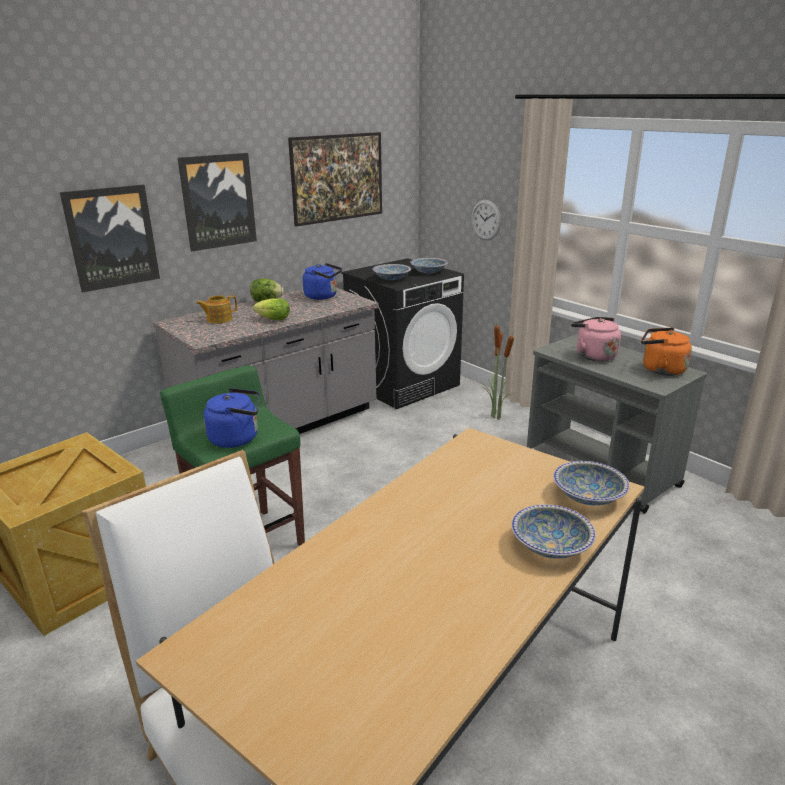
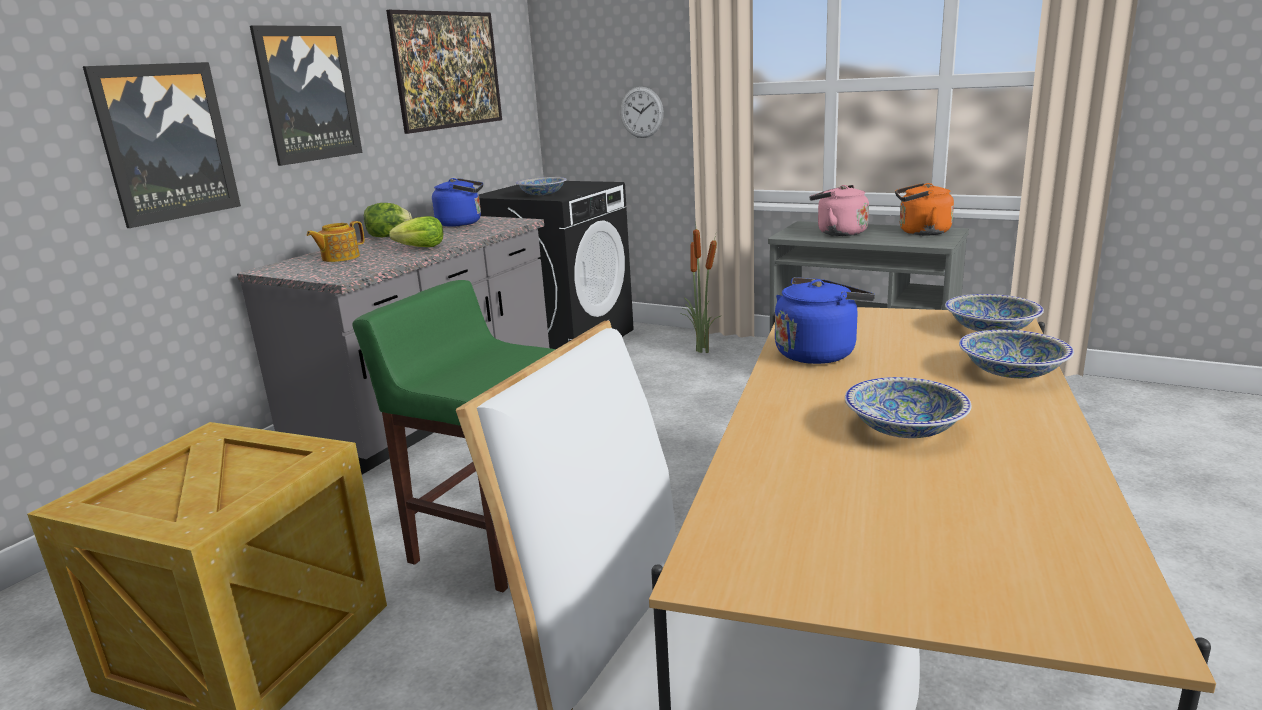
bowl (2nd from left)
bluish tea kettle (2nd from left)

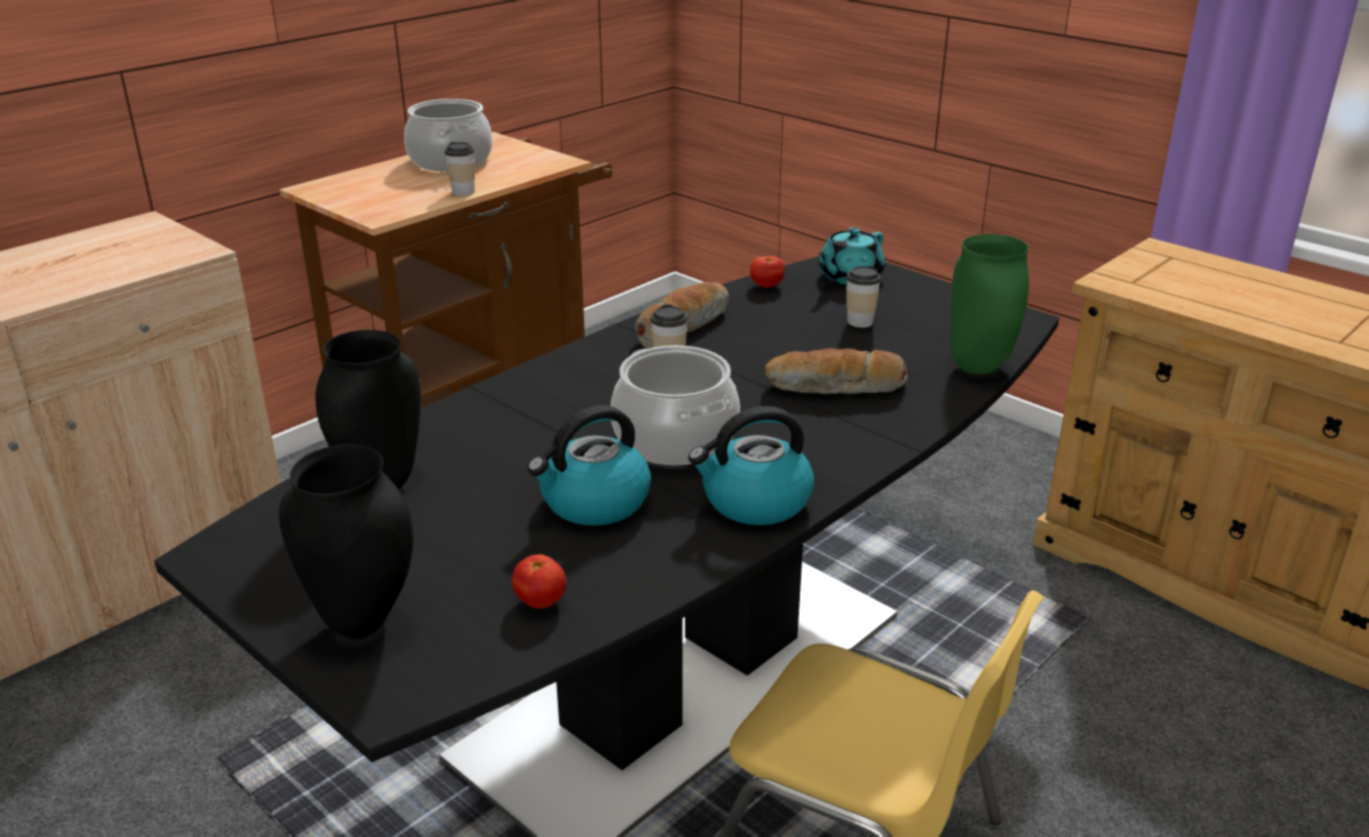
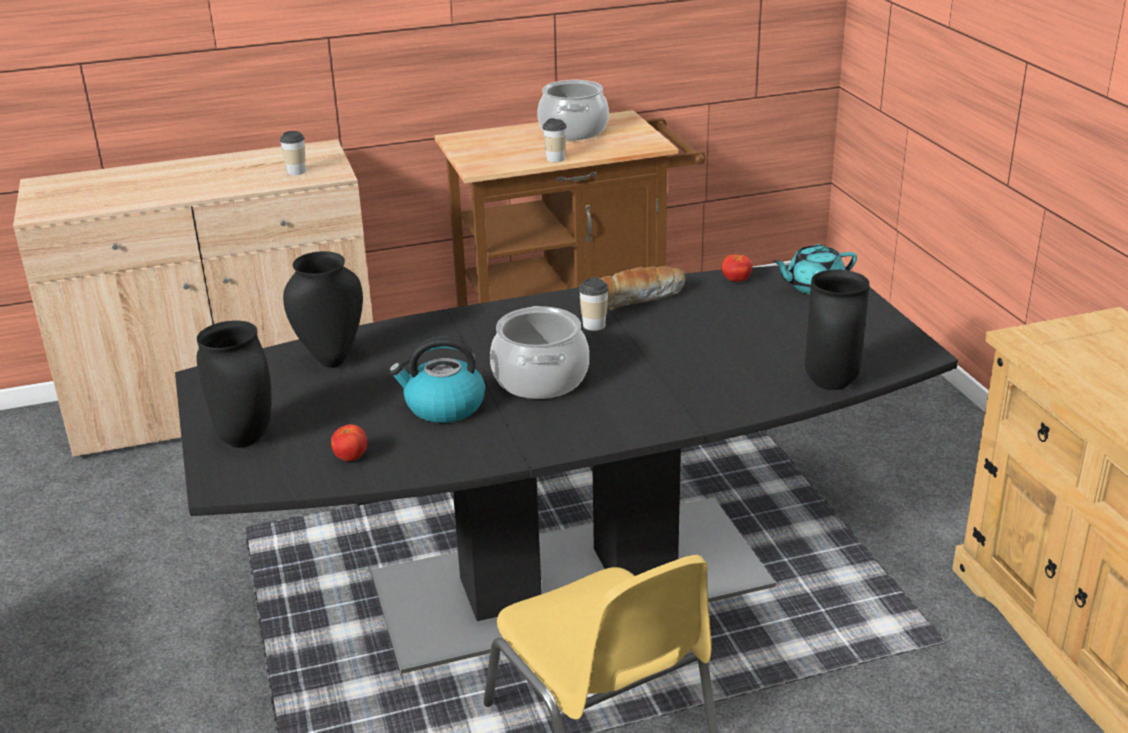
blackish decorative vase (3rd from left)
small cup (1st from left)
bakery bread (2nd from left in the first image)
tea kettle (2nd from left in the first image)

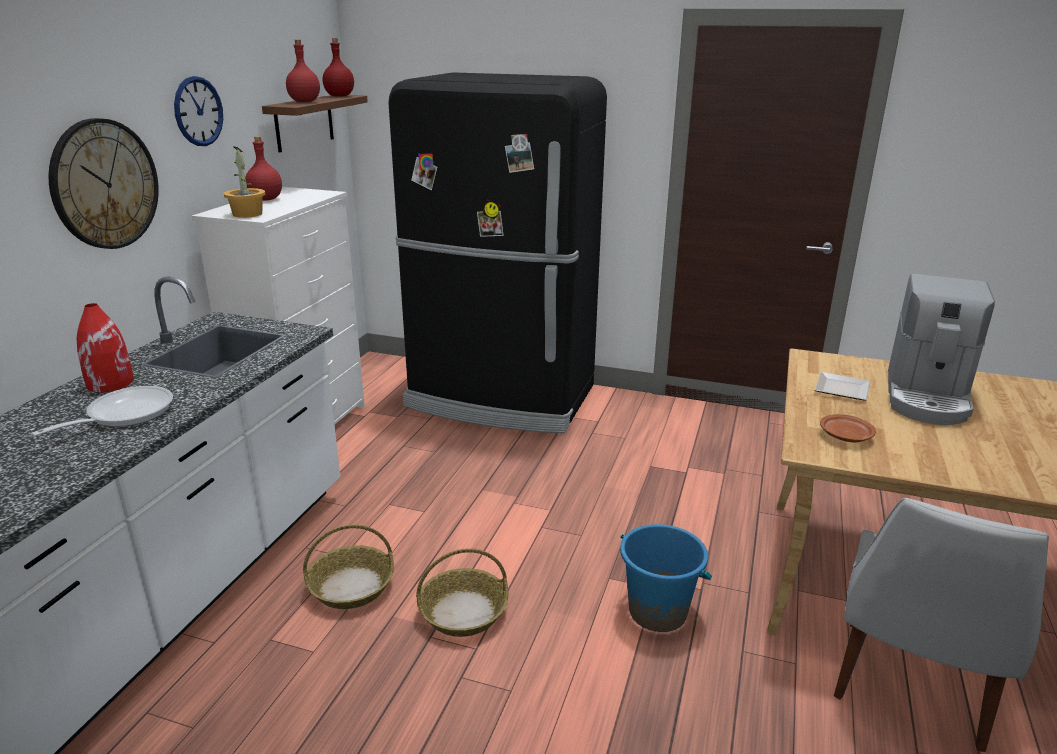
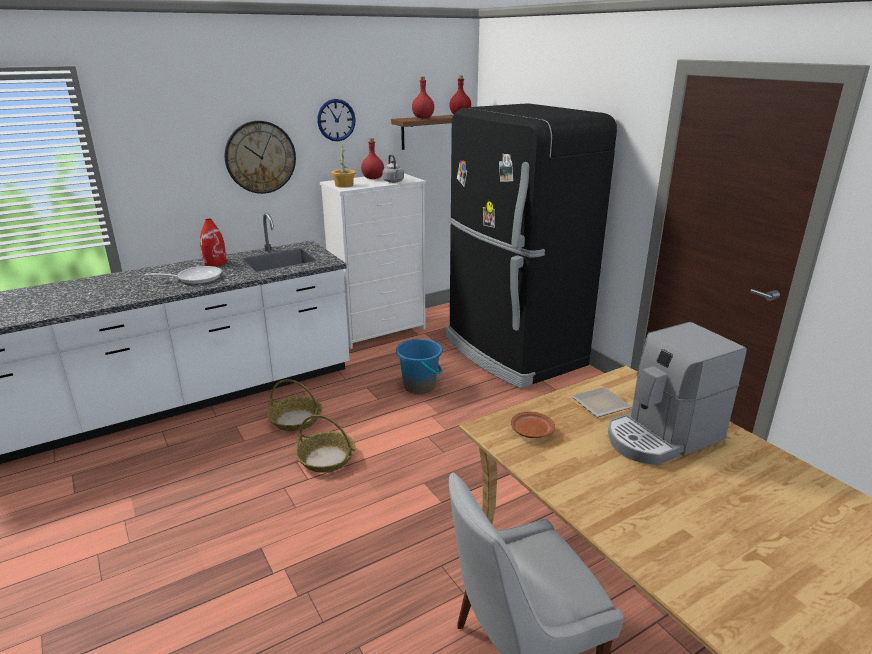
bluish pail
grey tea kettle

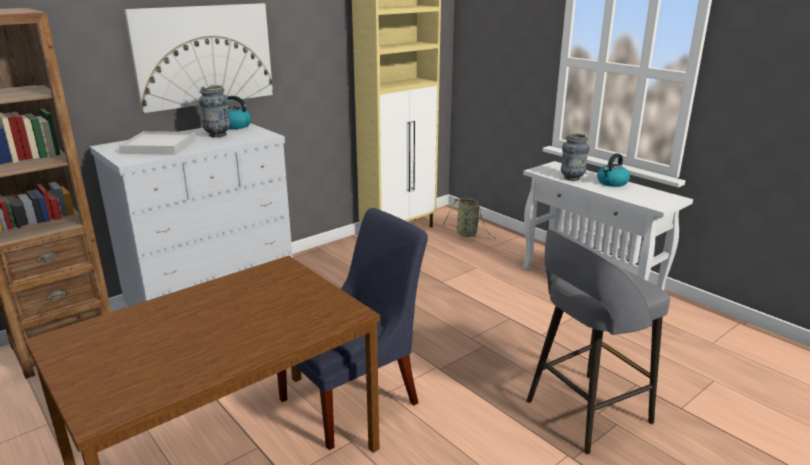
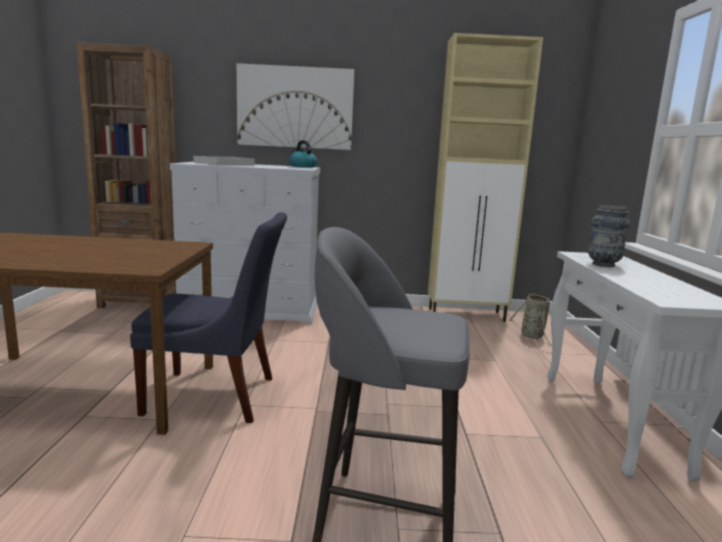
decorative vase (1st from left in the first image)
tea kettle (2nd from left in the first image)

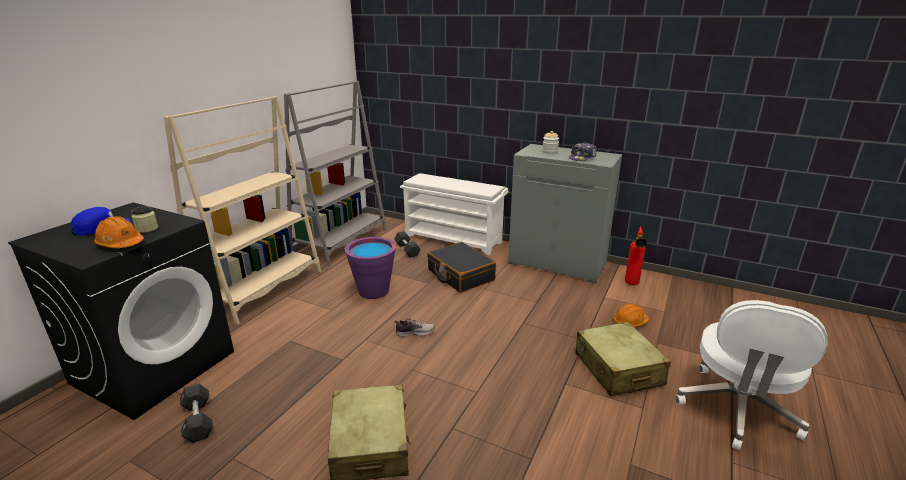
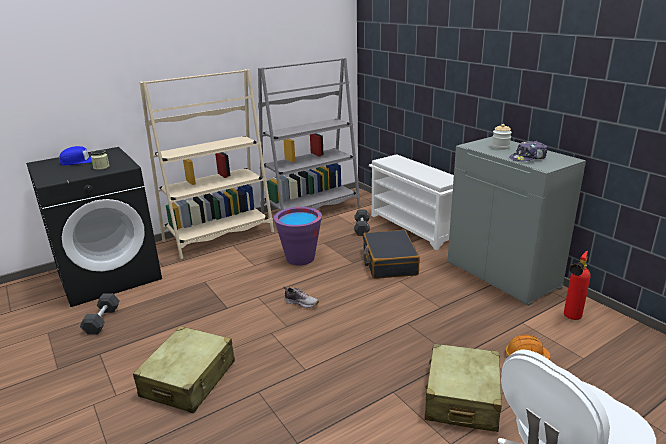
orange work helmet (1st from left in the first image)

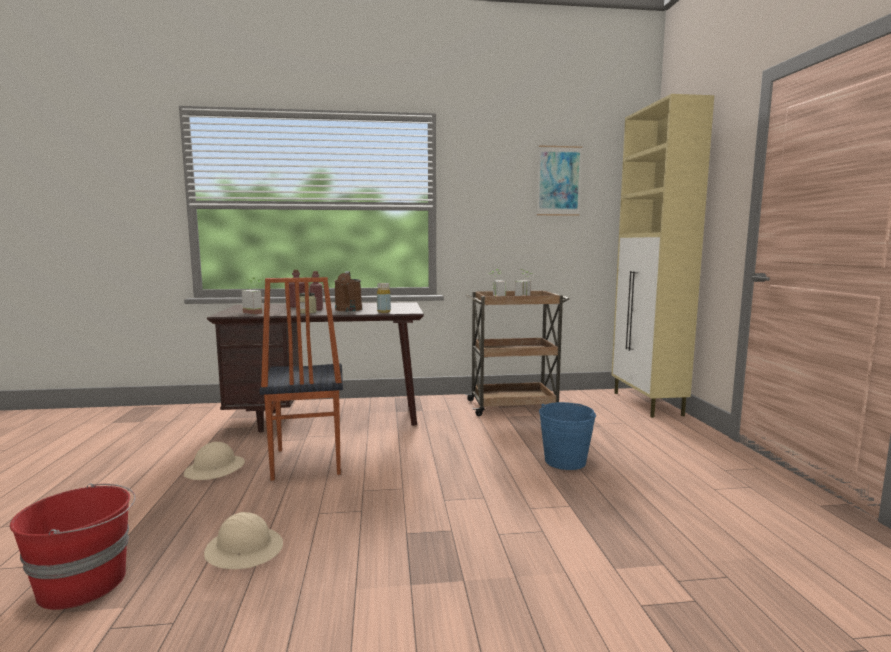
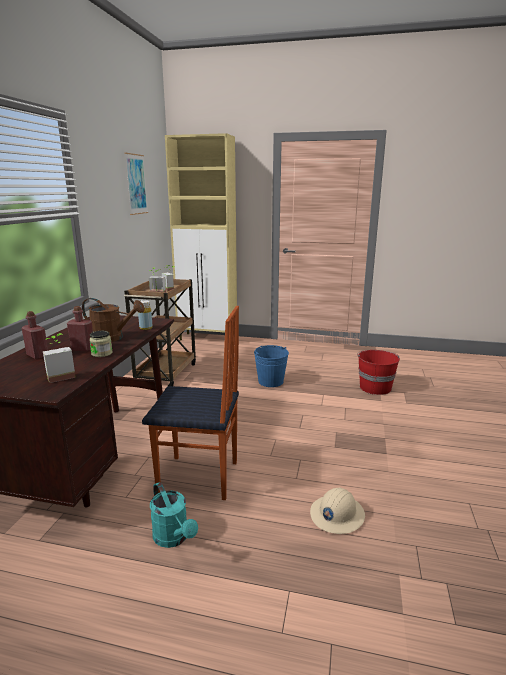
turquoise-coloured watering can
red-coloured pail

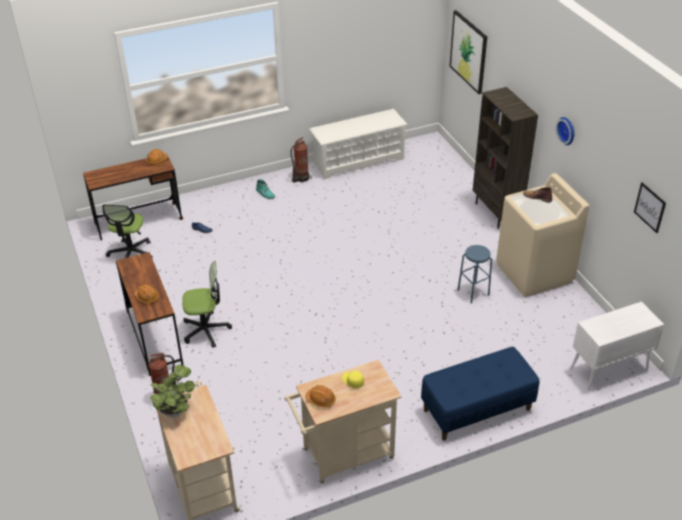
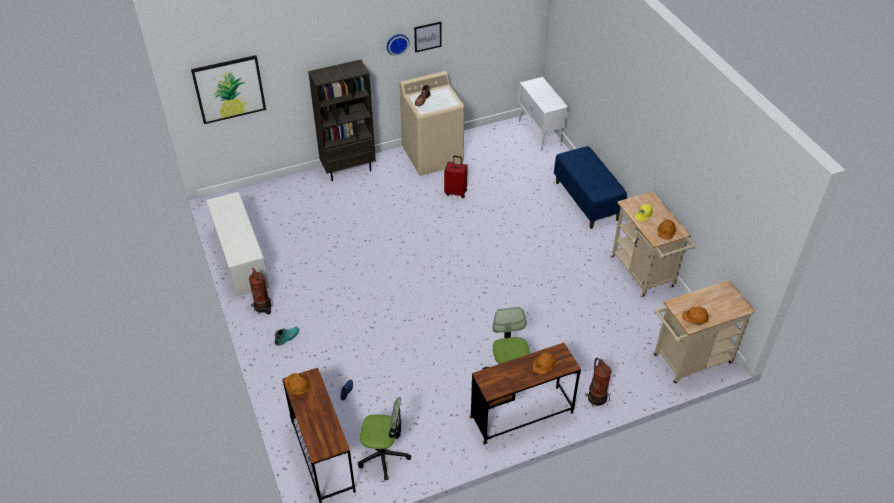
wall art (2nd from left)
red-coloured piece of luggage
orange work helmet (4th from left)

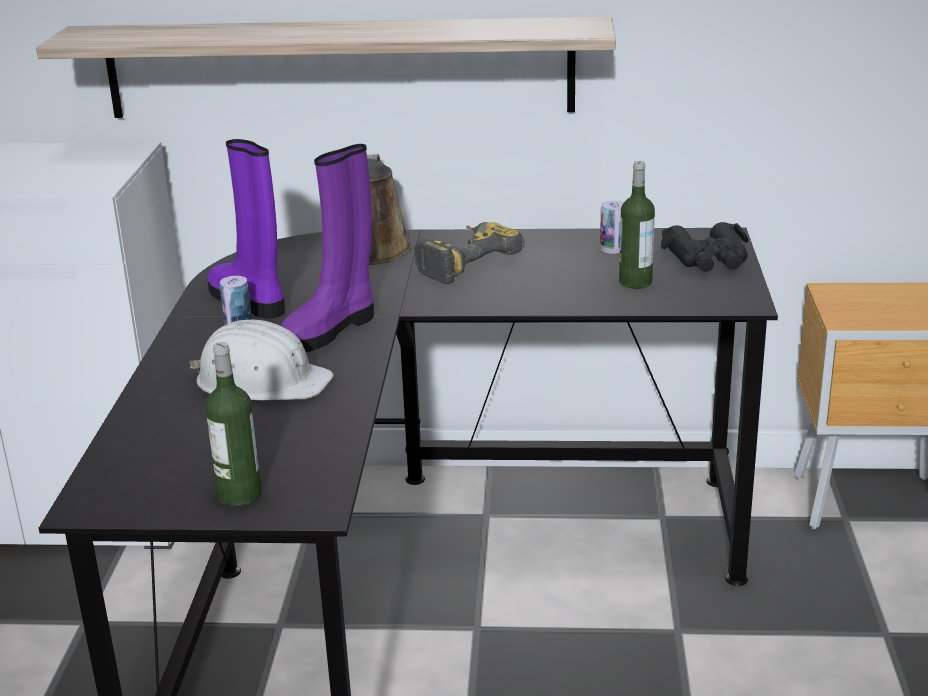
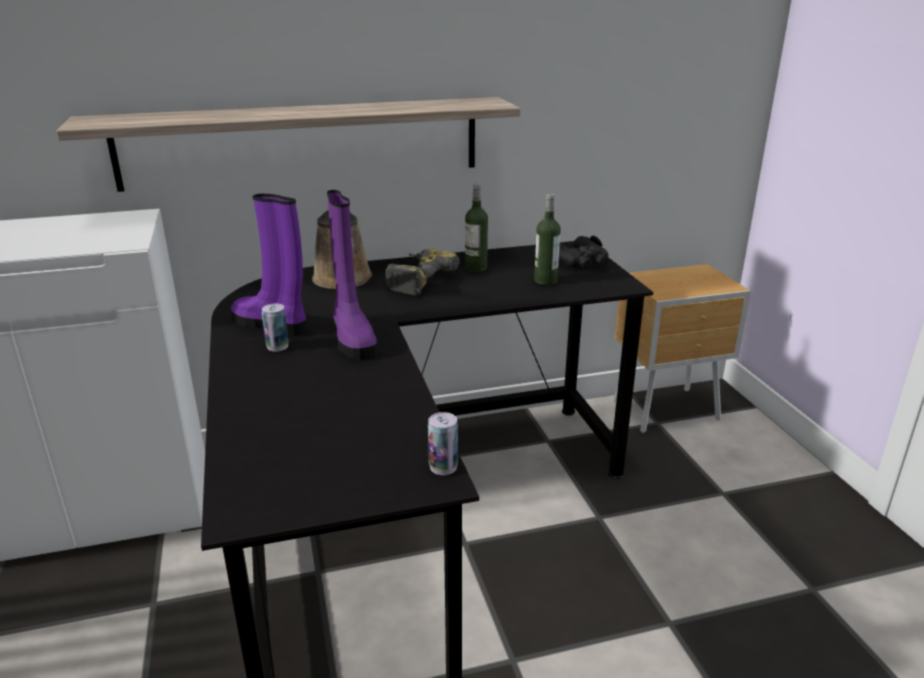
purplish boot (2nd from left)
can (2nd from left)
white-coloured work helmet
drink bottle (1st from left)

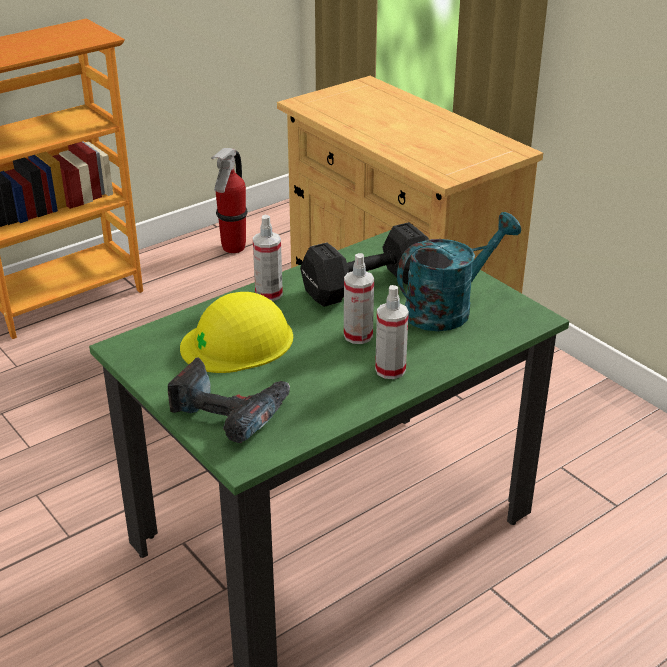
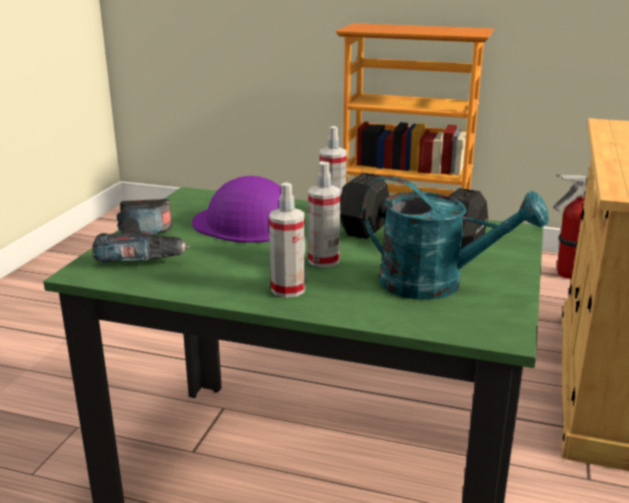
purplish work helmet

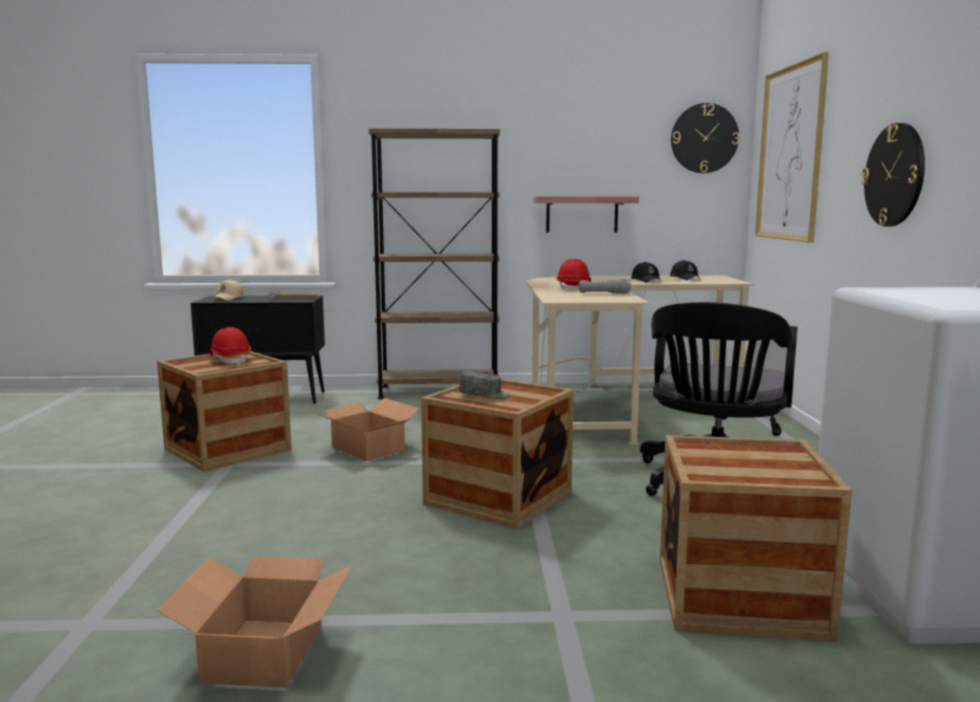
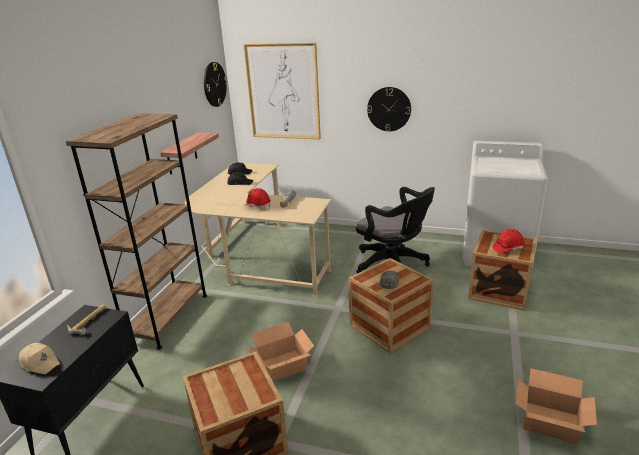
red-coloured work helmet (2nd from left)

